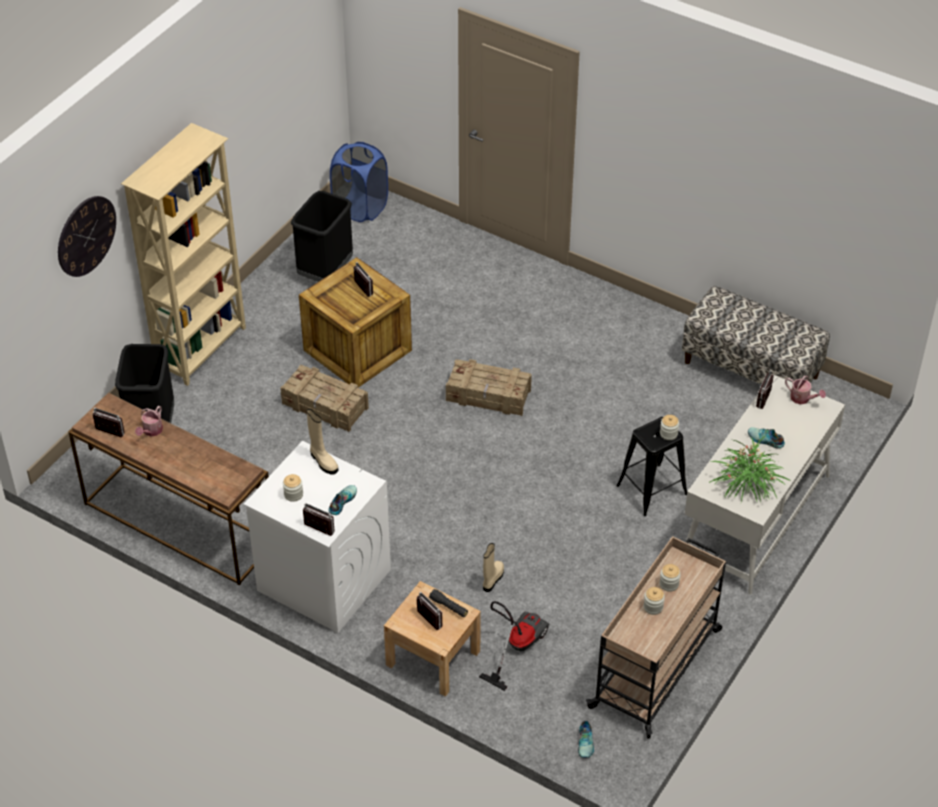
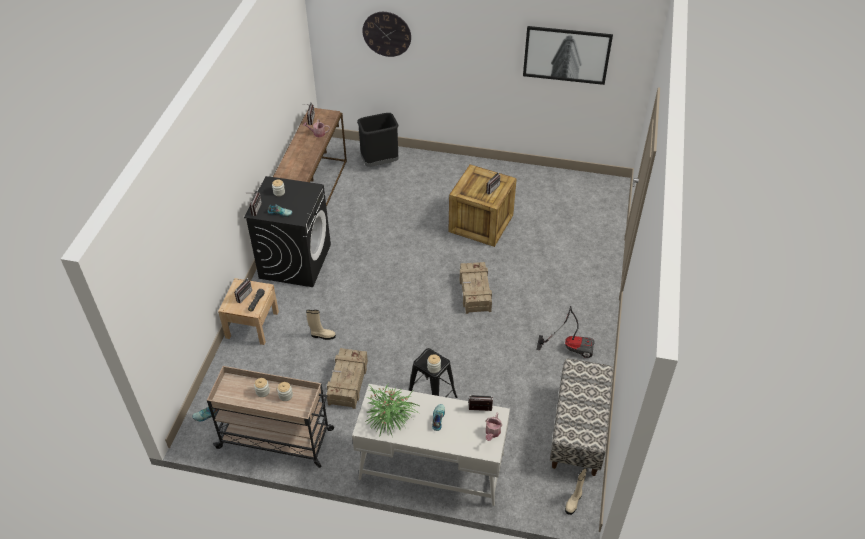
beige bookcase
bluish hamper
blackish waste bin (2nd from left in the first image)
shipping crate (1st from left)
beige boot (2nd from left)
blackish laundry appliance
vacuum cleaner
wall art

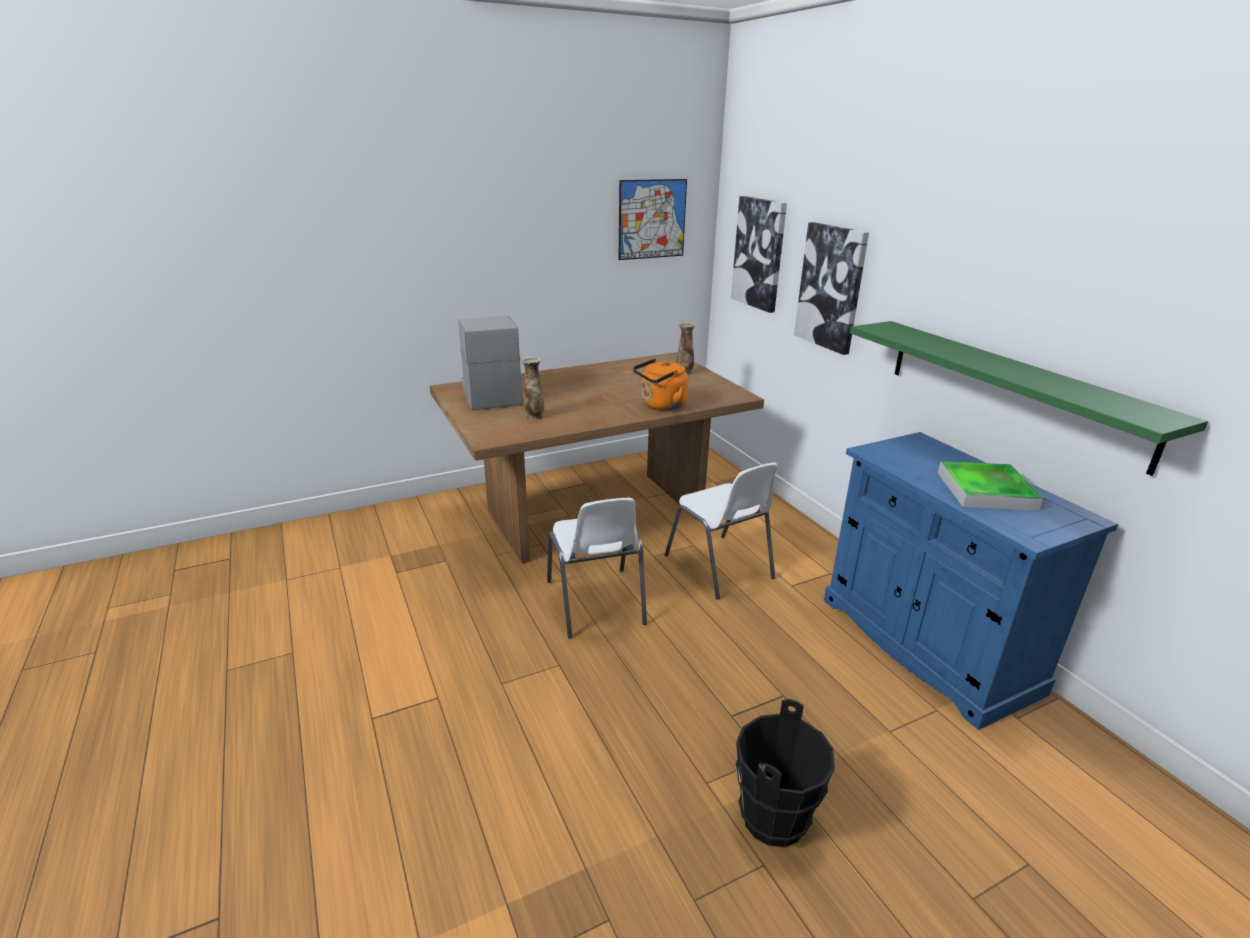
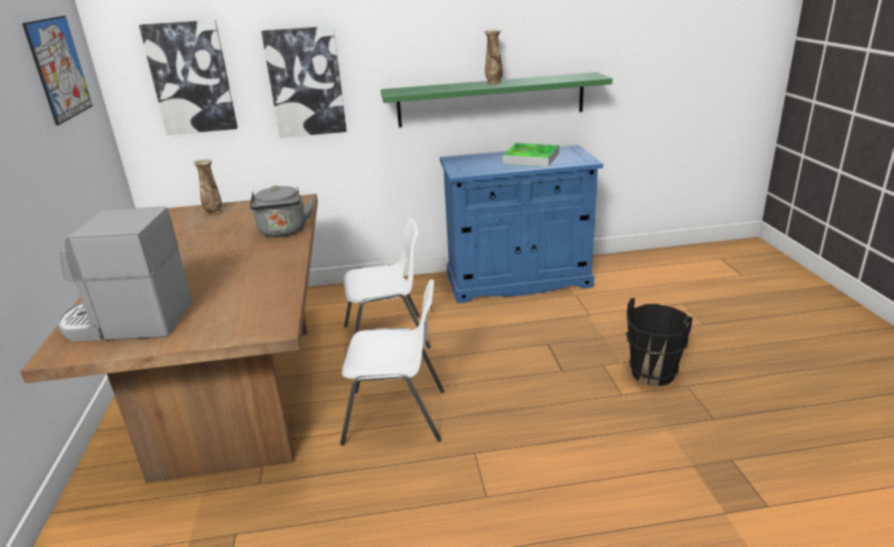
decorative vase (2nd from left)
grey tea kettle

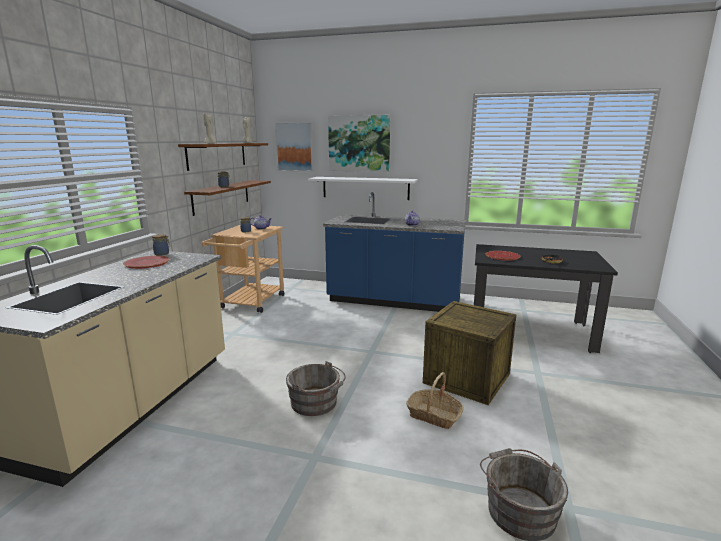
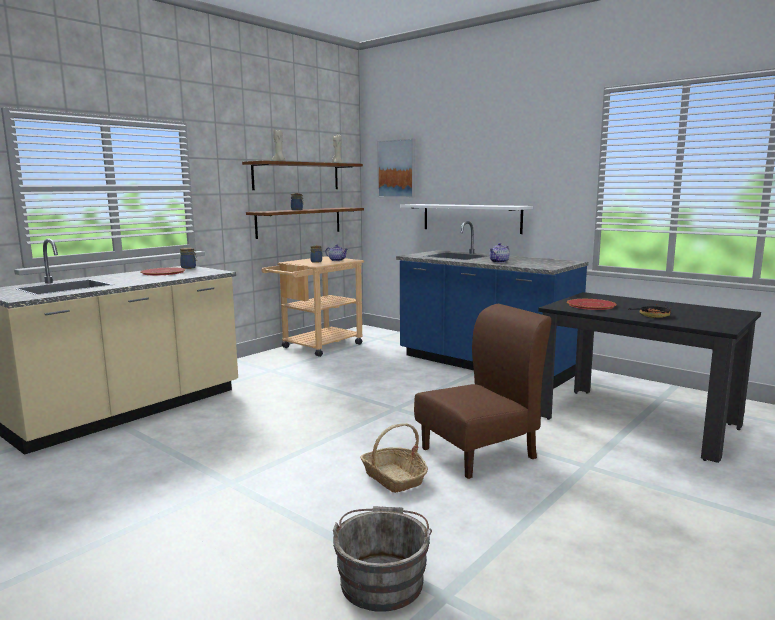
wall art (2nd from left in the first image)
brownish plain chair
grey pail (1st from left in the first image)

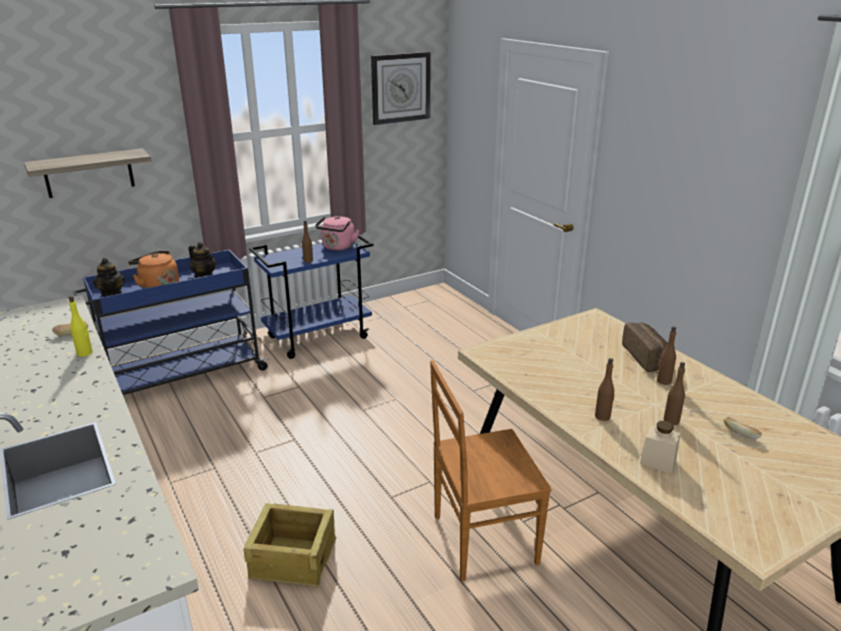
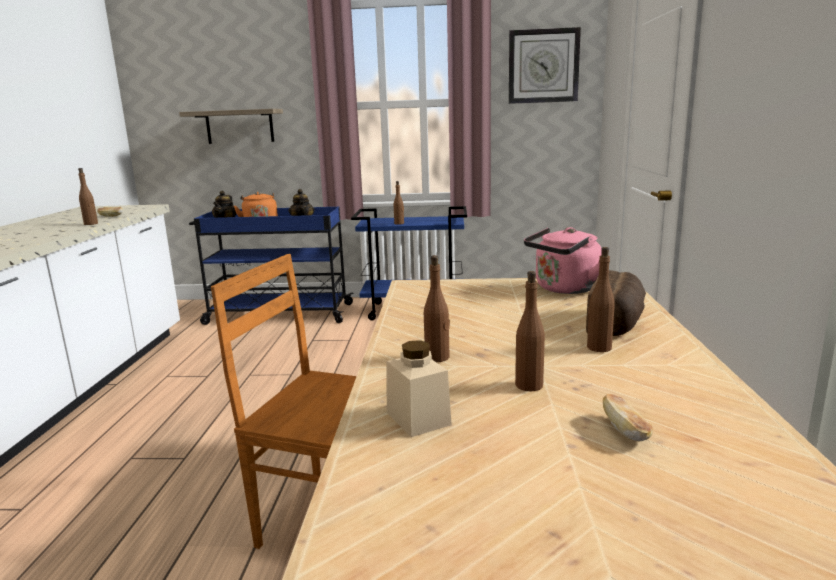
pinkish tea kettle
brownish drink bottle (1st from left)
shipping crate

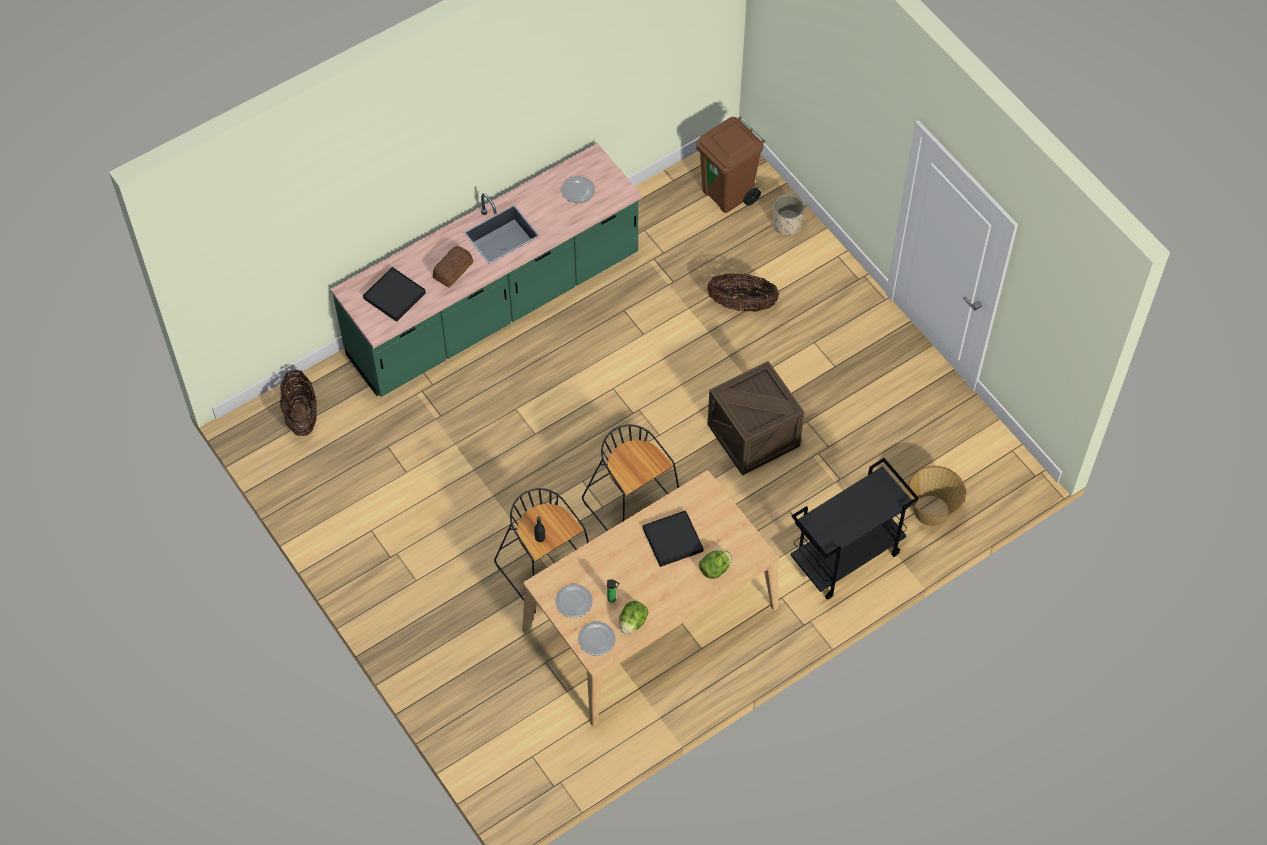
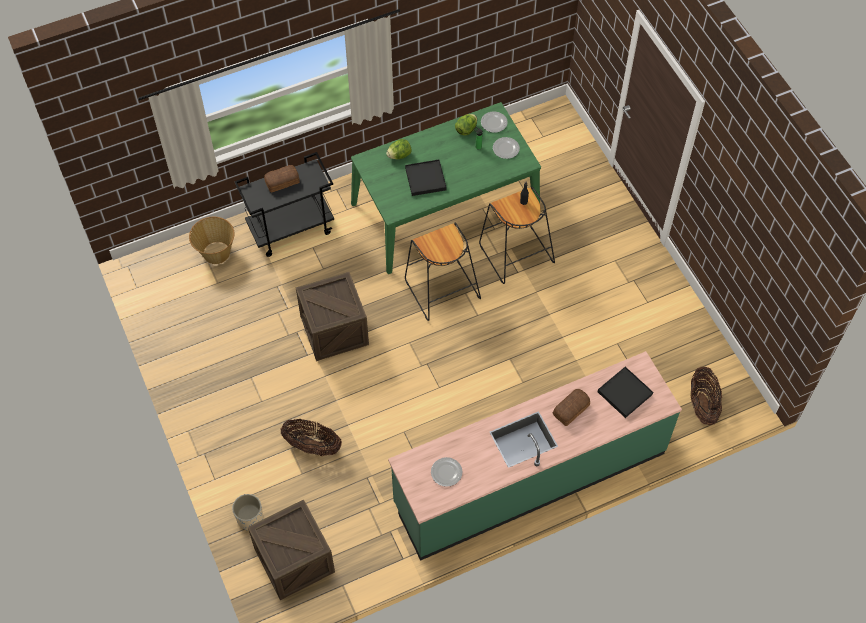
shipping crate (1st from left)
greenish kitchen table
bakery bread (1st from left)

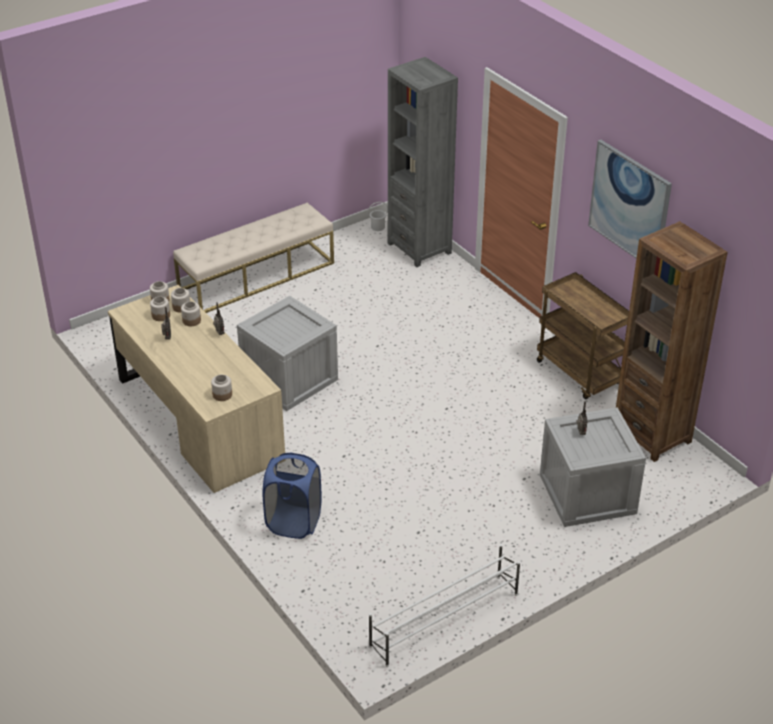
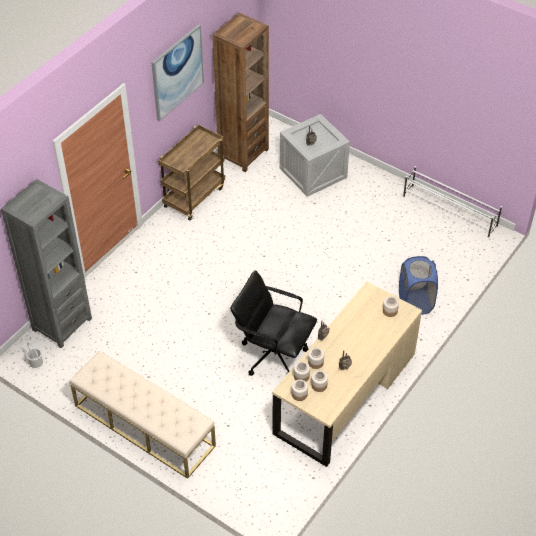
blackish computer chair

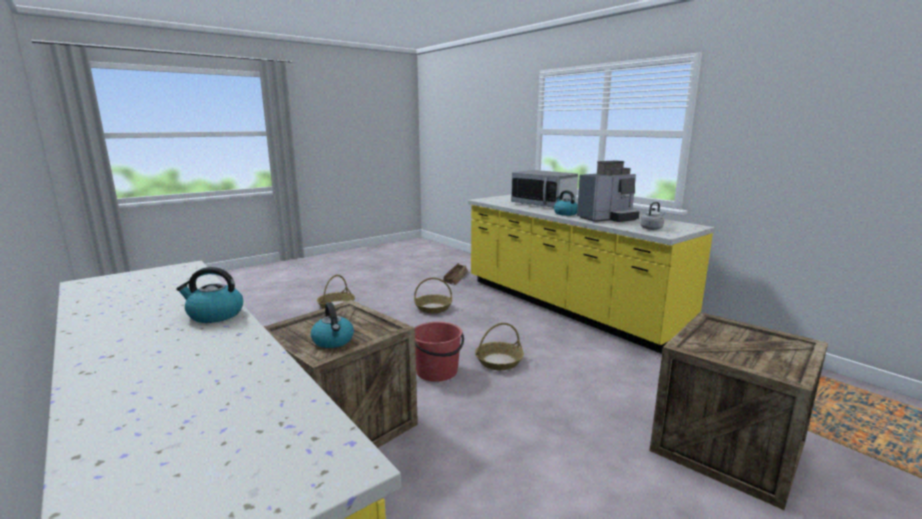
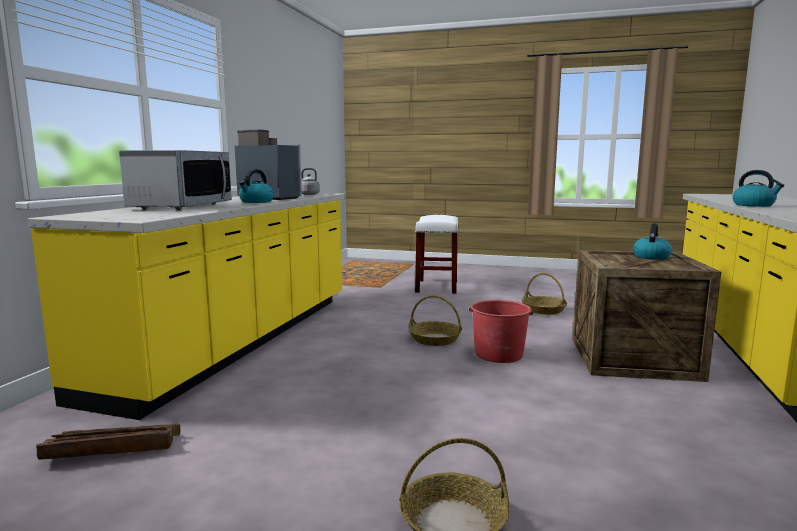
basket (3rd from left)
white-coloured stool seat

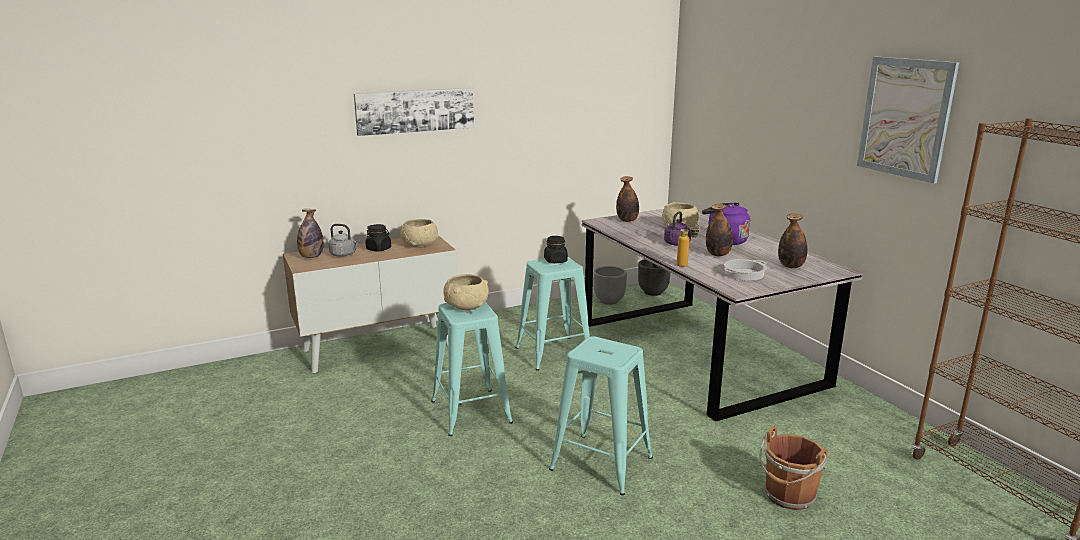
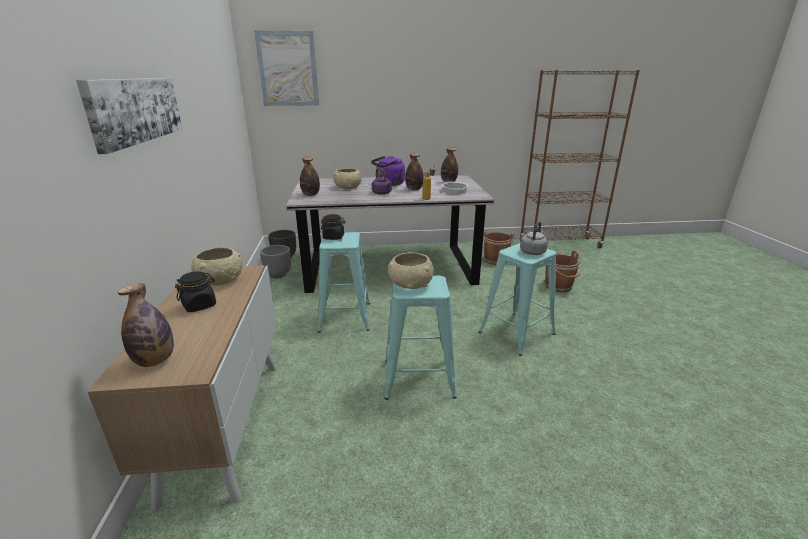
wall art (2nd from left)
grey tea kettle
brownish pail (1st from left)

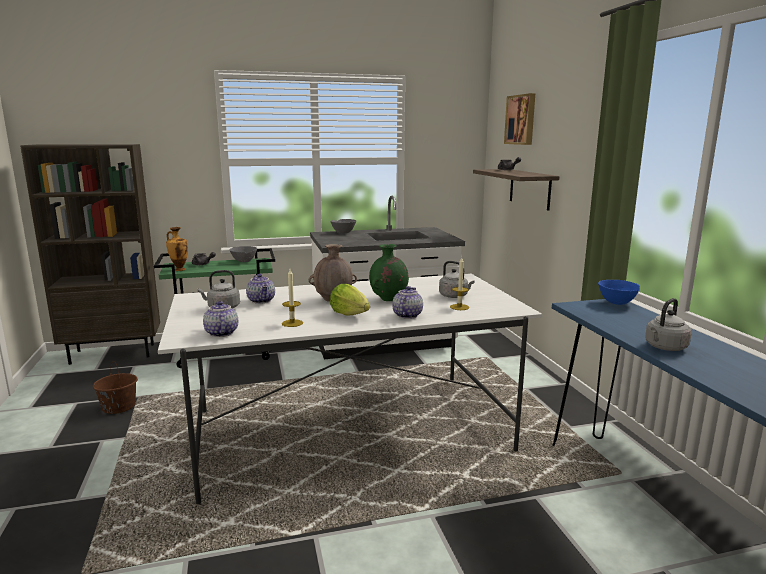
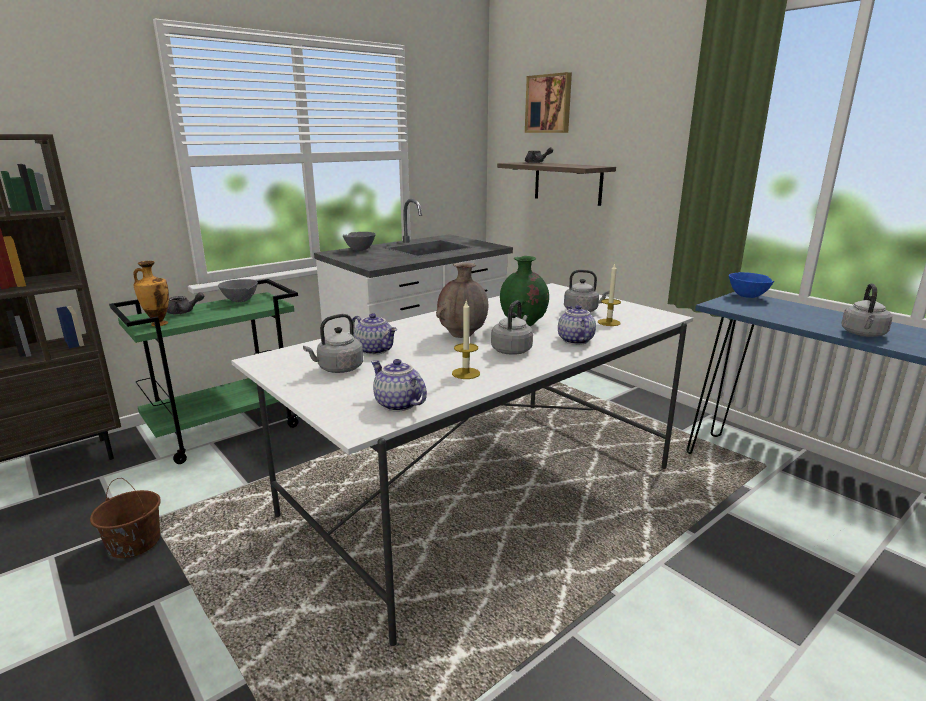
grey tea kettle (2nd from left)

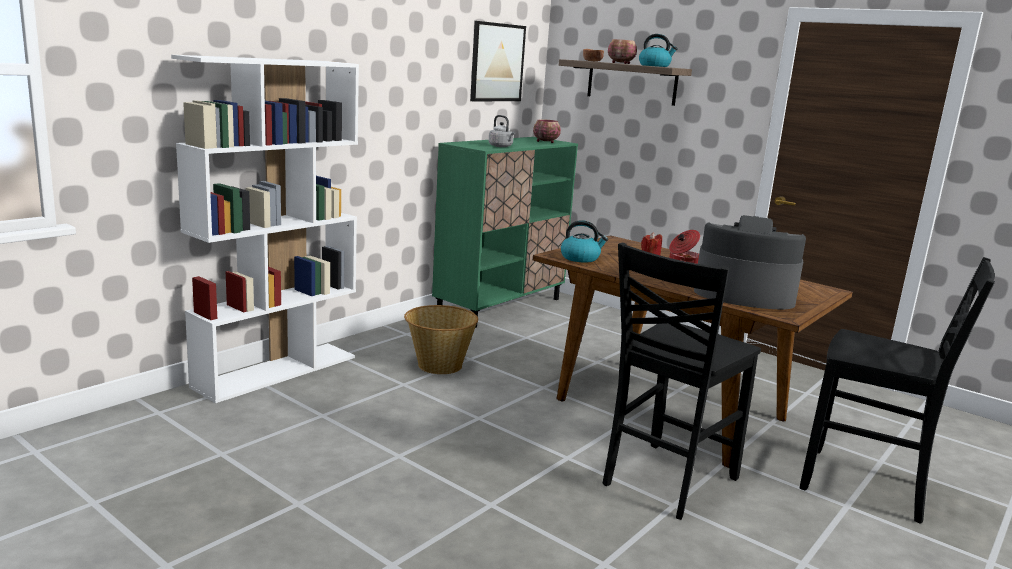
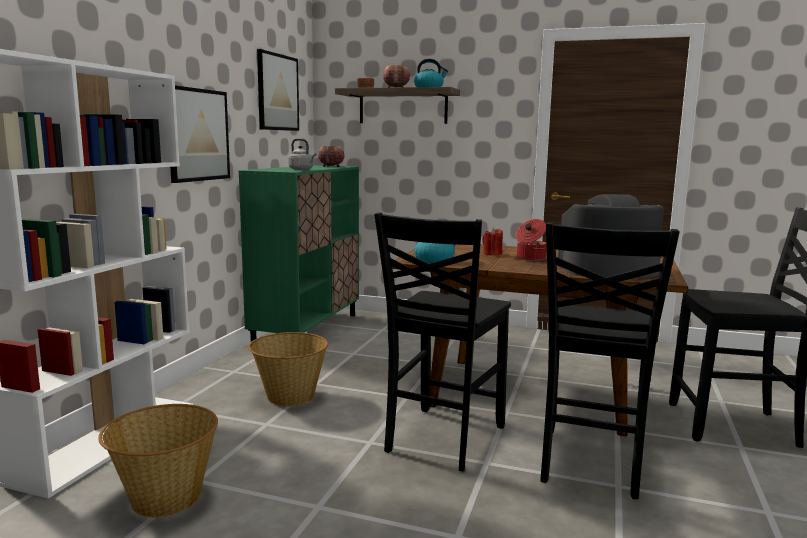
wall art (1st from left)
blackish plain chair (1st from left)
basket (1st from left)

